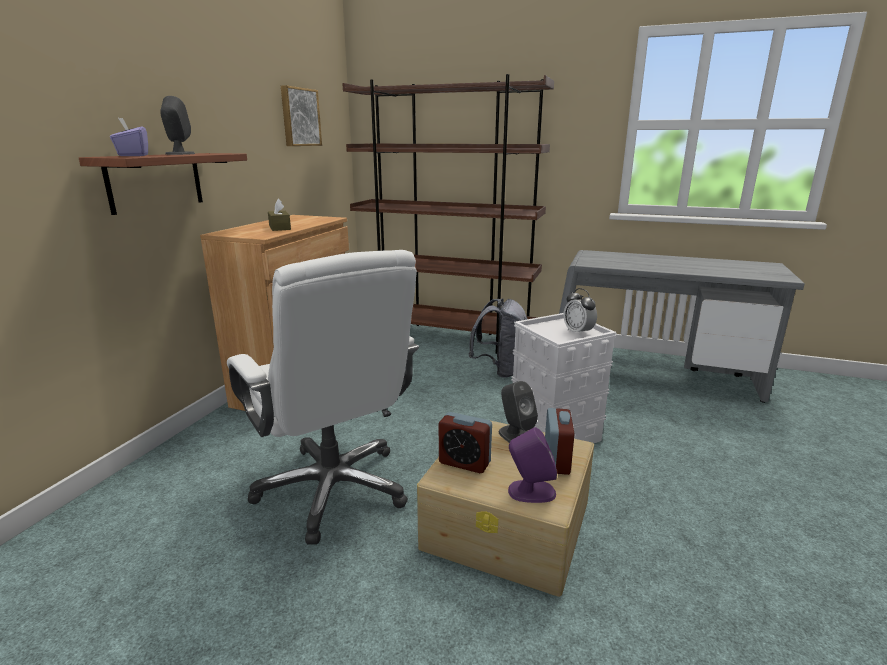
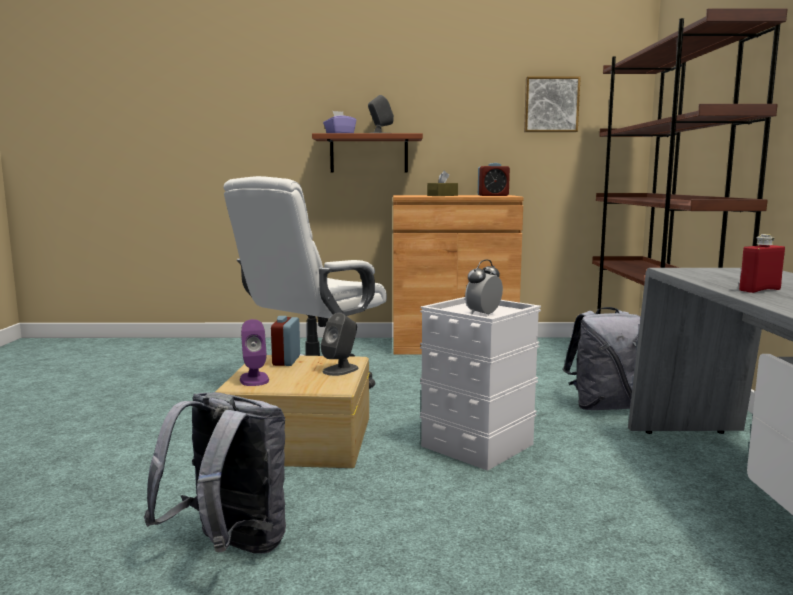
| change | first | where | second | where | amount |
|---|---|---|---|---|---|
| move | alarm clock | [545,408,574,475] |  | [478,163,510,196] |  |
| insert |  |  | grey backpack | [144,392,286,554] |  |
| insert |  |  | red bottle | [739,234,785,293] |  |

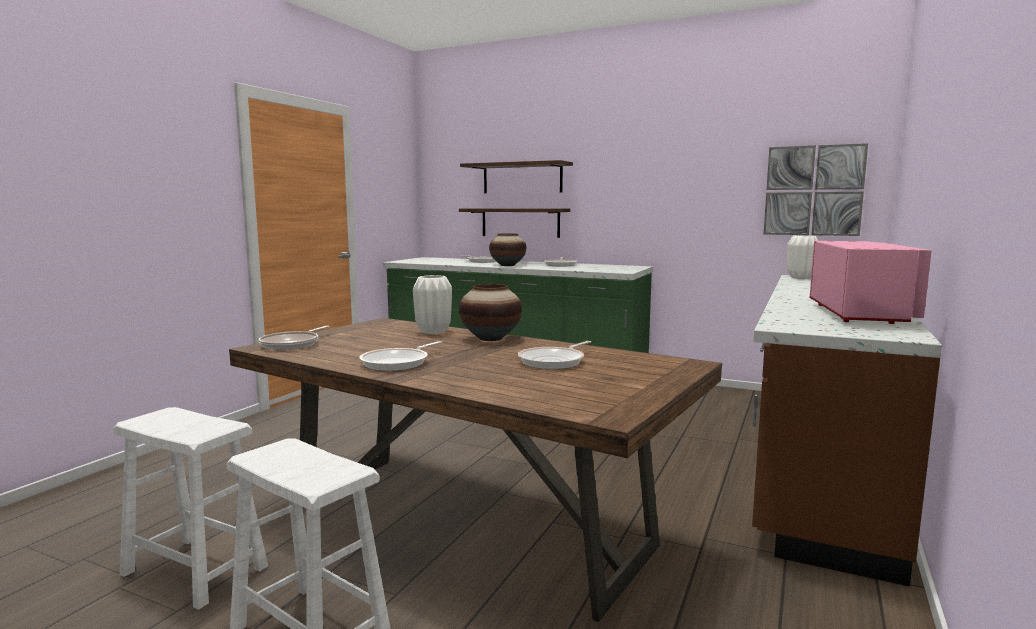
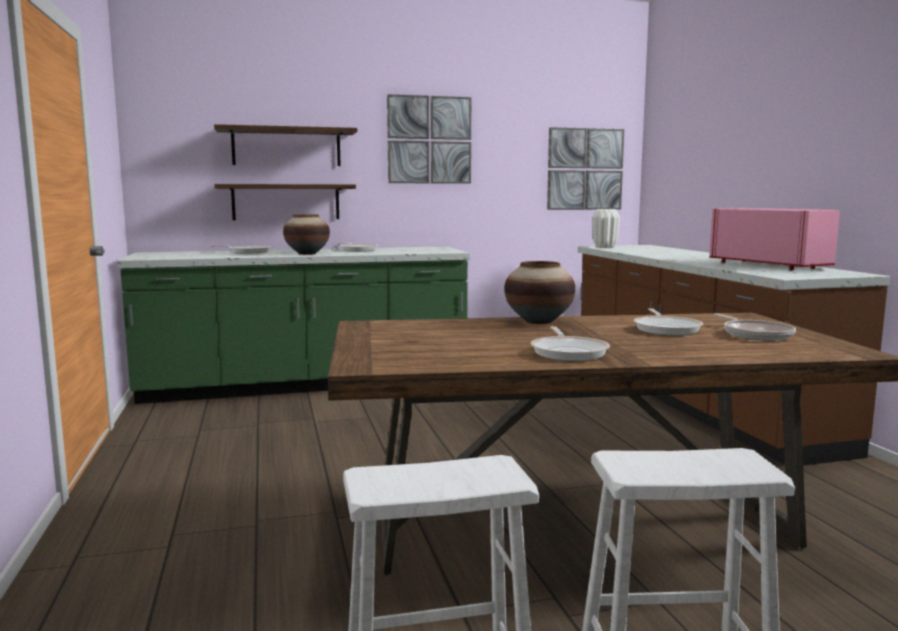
| change | first | where | second | where | amount |
|---|---|---|---|---|---|
| move | frying pan | [258,326,330,350] |  | [713,313,796,341] |  |
| delete | white vase | [413,275,452,334] |  |  |  |
| insert |  |  | picture | [387,94,471,184] |  |

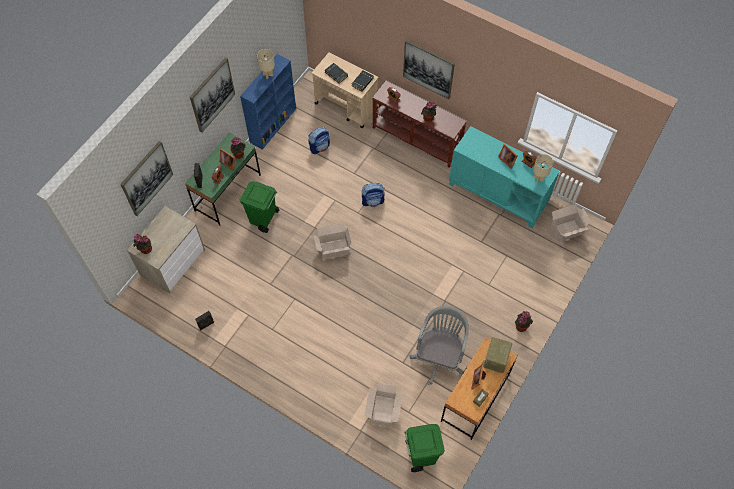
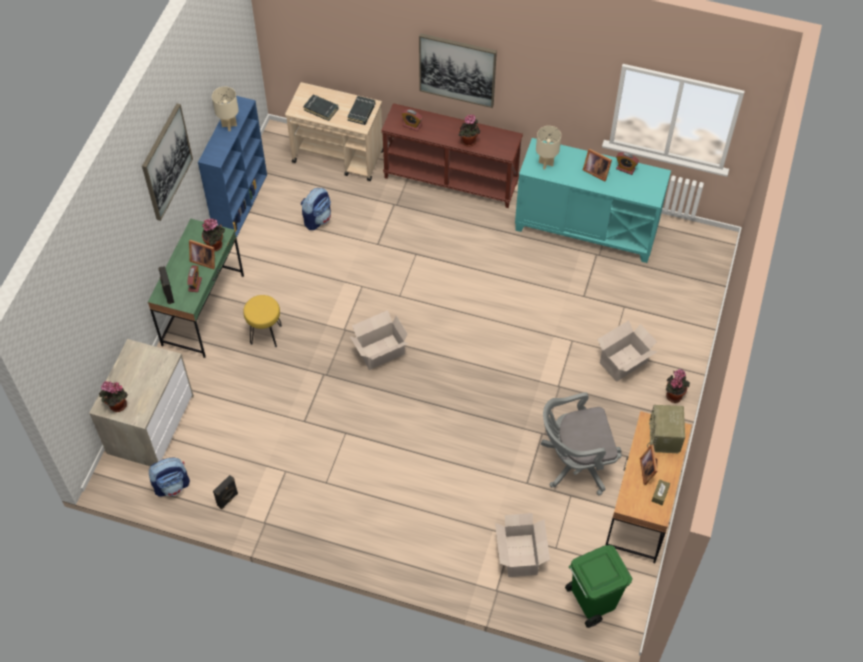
| change | first | where | second | where | amount |
|---|---|---|---|---|---|
| delete | picture | [120,141,173,216] |  |  |  |
| replace | green trash can | [240,181,279,233] | yellow stool | [243,295,282,347] |  |
| move | backpack | [362,183,385,207] |  | [149,457,190,497] |  |
| rotate | grey office chair | [409,306,469,385] |  | [541,392,622,495] | 105 degrees counterclockwise |
| move | beige table lamp | [533,154,553,182] |  | [536,126,561,169] |  |
| move | cardboard box | [550,204,591,242] |  | [597,320,658,382] |  |

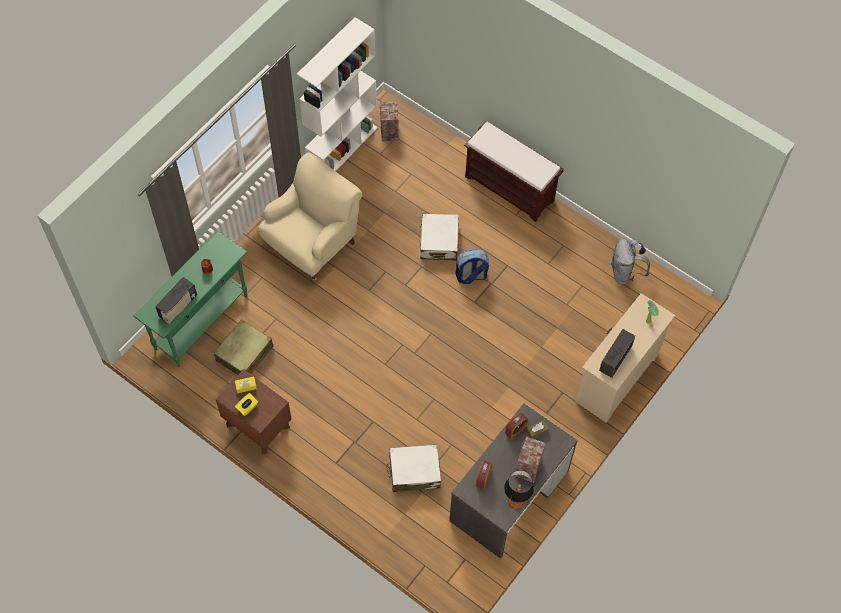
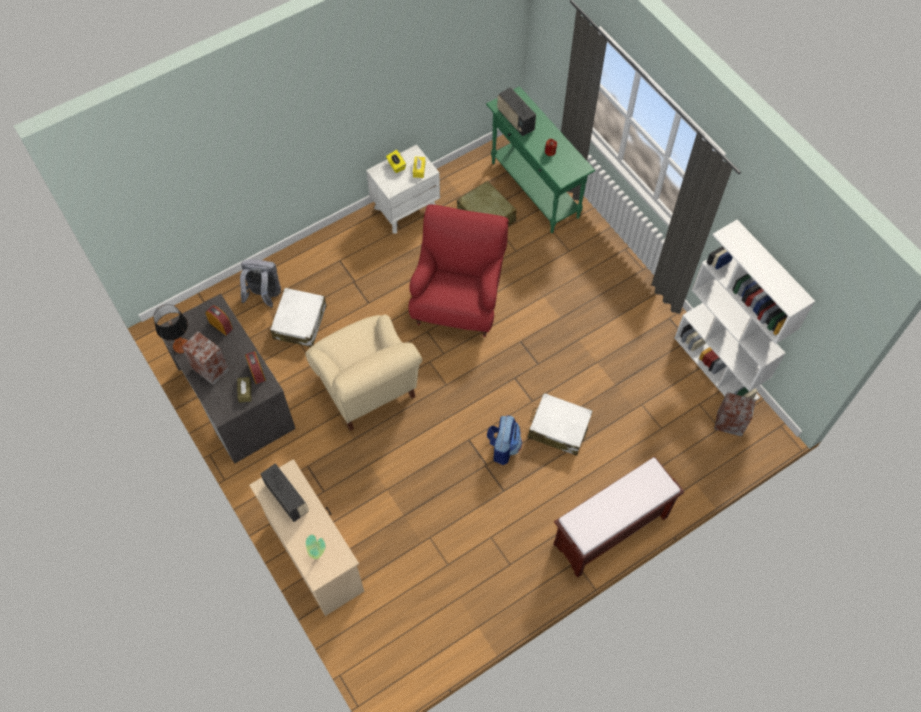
| change | first | where | second | where | amount |
|---|---|---|---|---|---|
| recolor | brown nightstand | [216,369,292,454] | white nightstand | [366,144,440,234] |  |
| move | beige armchair | [258,152,362,280] |  | [305,315,422,431] |  |
| move | grey backpack | [611,239,650,285] |  | [240,259,281,308] |  |
| insert |  |  | red armchair | [408,204,509,337] |  |

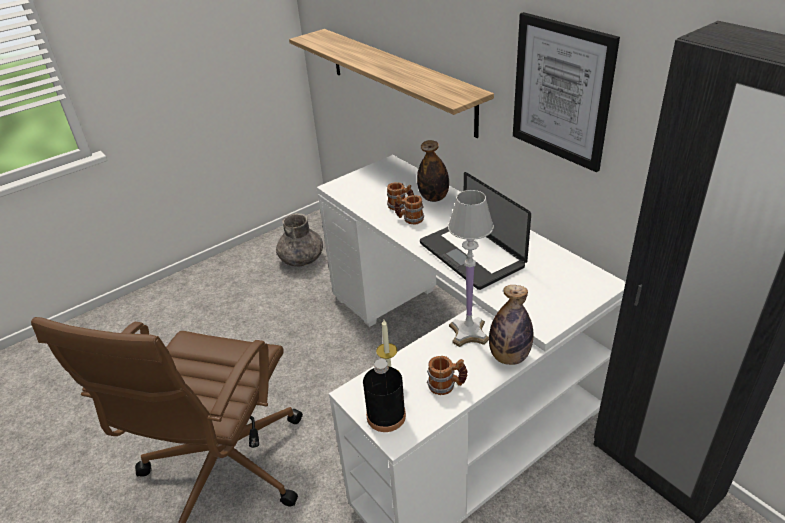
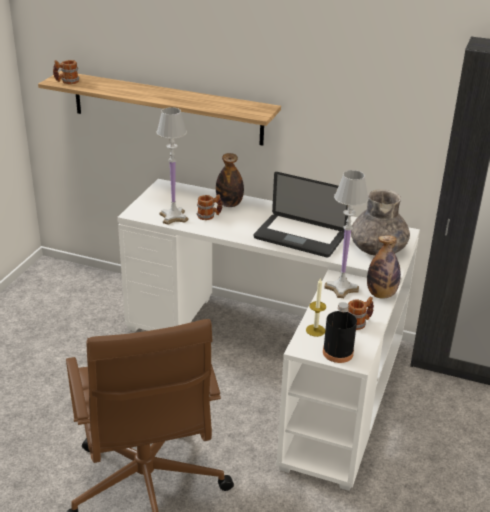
| change | first | where | second | where | amount |
|---|---|---|---|---|---|
| move | grey vase | [276,213,323,266] |  | [351,189,410,256] |  |
| move | mug | [394,195,424,225] |  | [53,60,79,84] |  |
| delete | picture | [513,12,620,172] |  |  |  |
| insert |  |  | white table lamp | [156,107,189,225] |  |

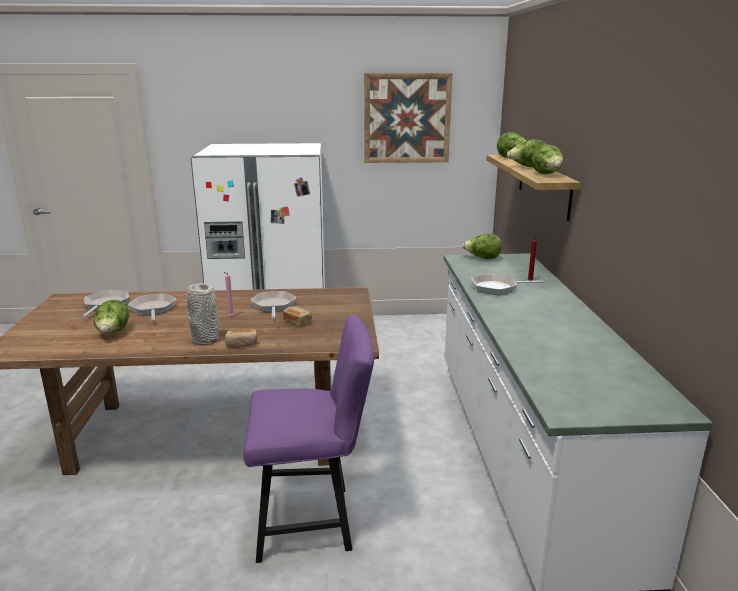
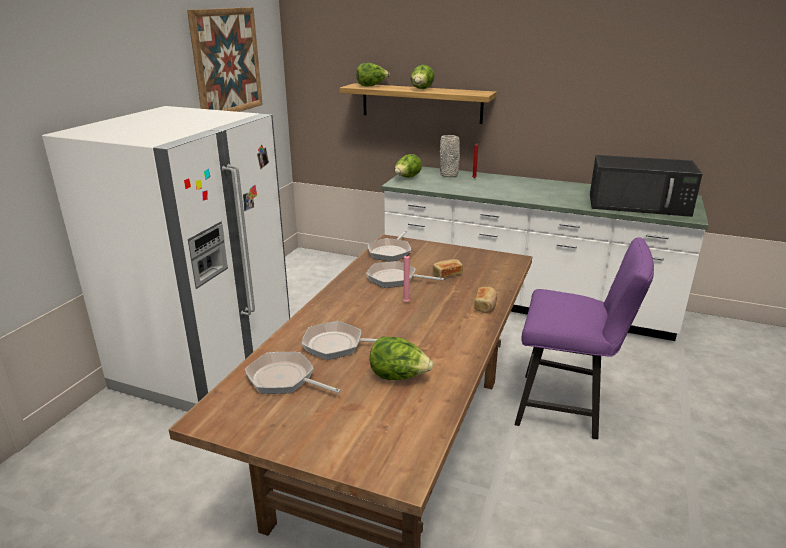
| change | first | where | second | where | amount |
|---|---|---|---|---|---|
| move | grey vase | [187,283,219,345] |  | [440,135,460,177] |  |
| rotate | purple chair | [243,314,374,563] |  | [515,237,654,439] | 90 degrees clockwise |
| move | frying pan | [471,274,543,295] |  | [368,231,411,261] |  |
| delete | lettuce | [532,144,564,174] |  |  |  |
| insert |  |  | black microwave | [590,155,703,217] |  |

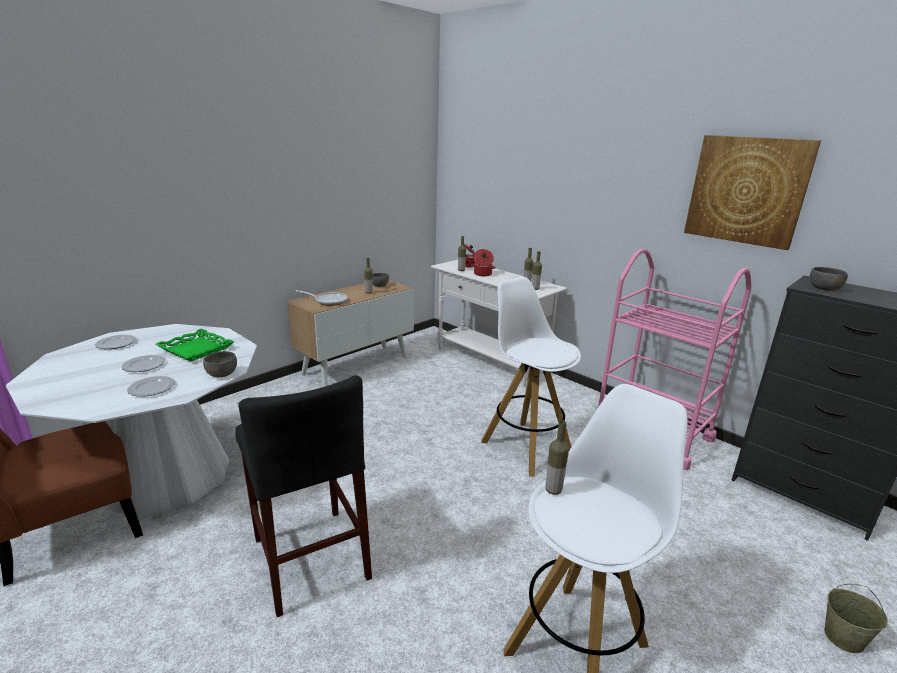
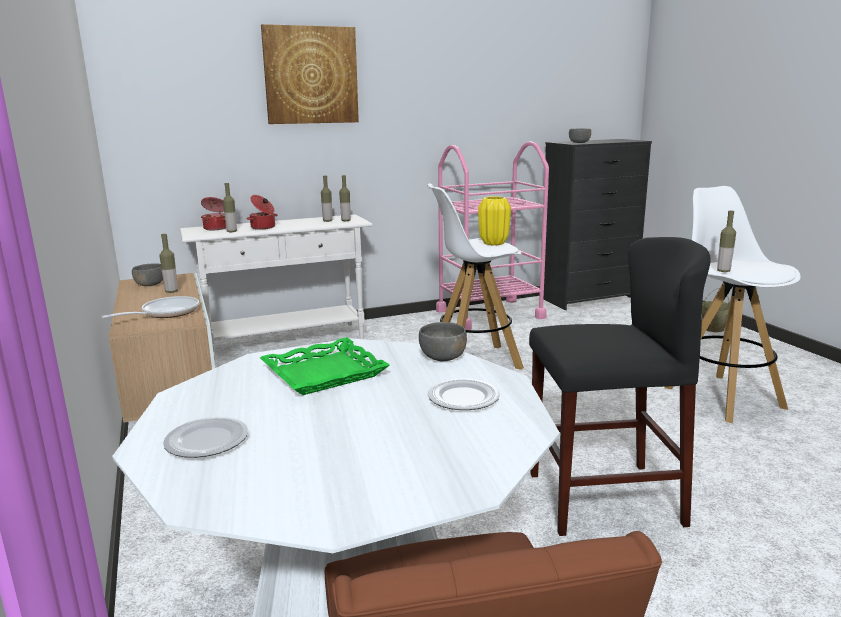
| change | first | where | second | where | amount |
|---|---|---|---|---|---|
| delete | plate | [122,355,166,372] |  |  |  |
| move | picture | [684,135,821,250] |  | [261,24,359,124] |  |
| insert |  |  | yellow vase | [478,196,511,245] |  |

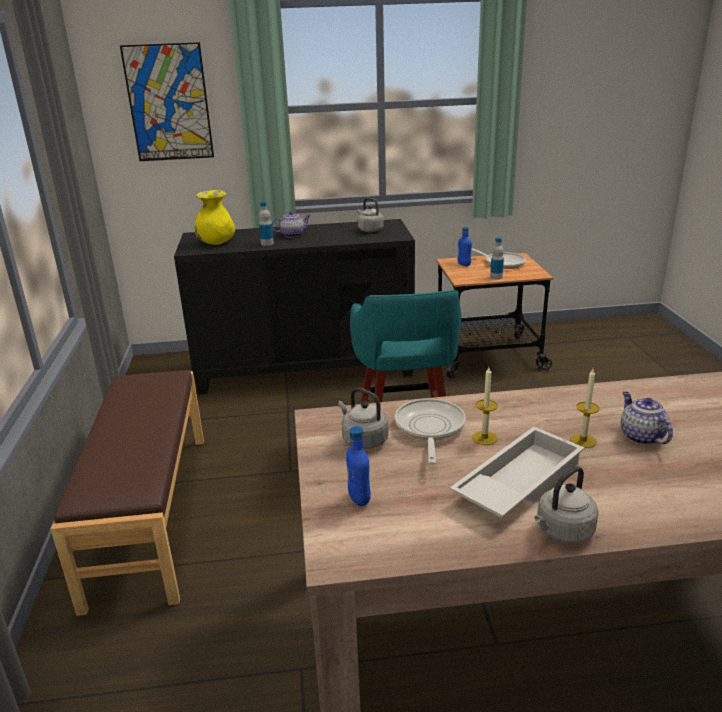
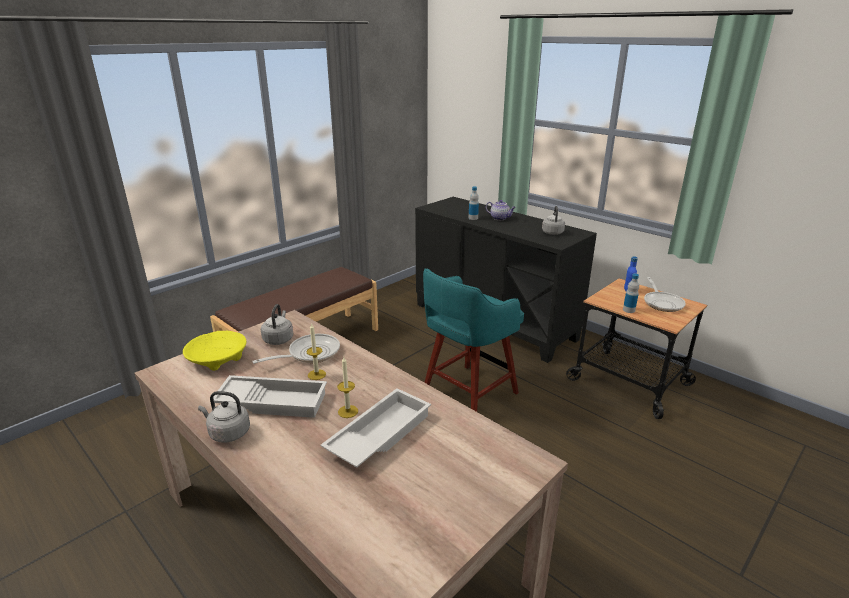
| change | first | where | second | where | amount |
|---|---|---|---|---|---|
| delete | picture | [120,42,214,161] |  |  |  |
| delete | yellow vase | [195,190,235,245] |  |  |  |
| replace | blue bottle | [346,426,371,506] | yellow bowl | [183,331,246,371] |  |
| replace | teapot | [621,392,673,445] | white tray | [320,388,431,468] |  |

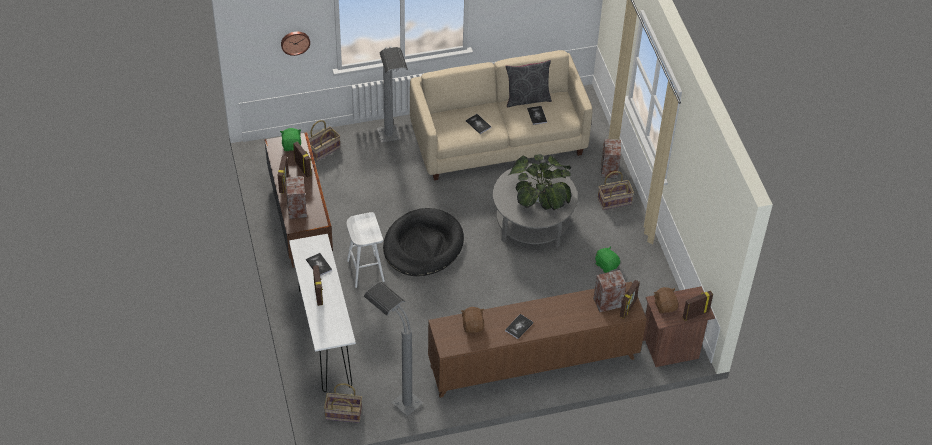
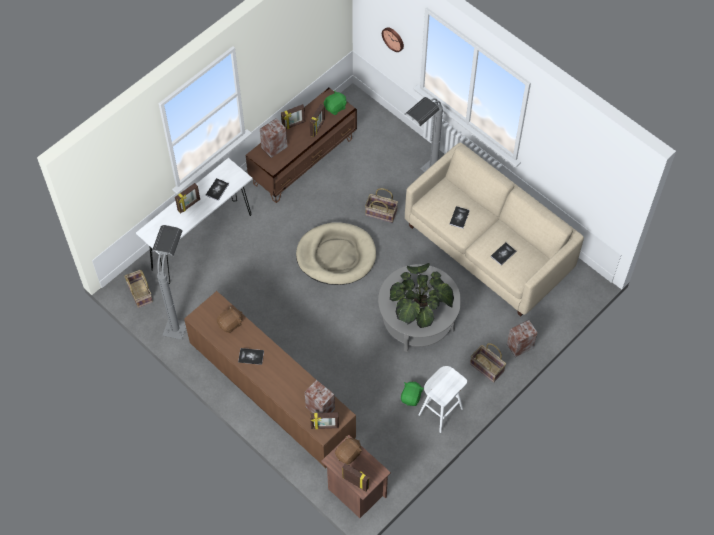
| change | first | where | second | where | amount |
|---|---|---|---|---|---|
| move | basket | [309,120,340,162] |  | [365,188,398,223] |  |
| move | white stool | [347,212,385,288] |  | [418,366,467,433] |  |
| recolor | black dog bed | [383,208,464,276] | beige dog bed | [296,223,376,285] |  |
| delete | grey pillow | [505,60,552,107] |  |  |  |

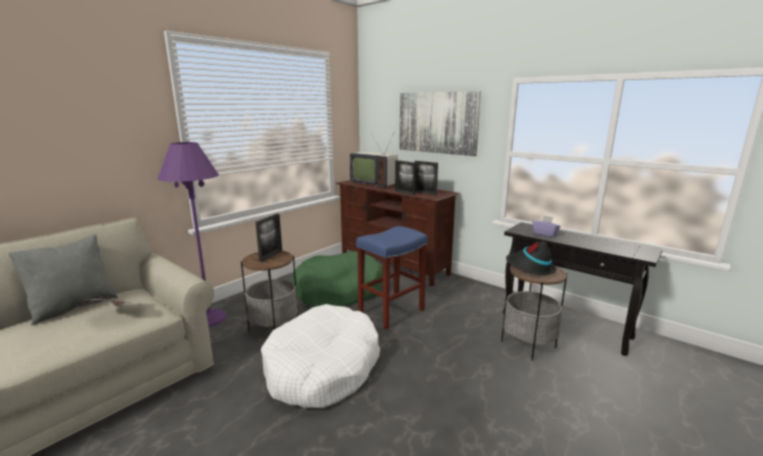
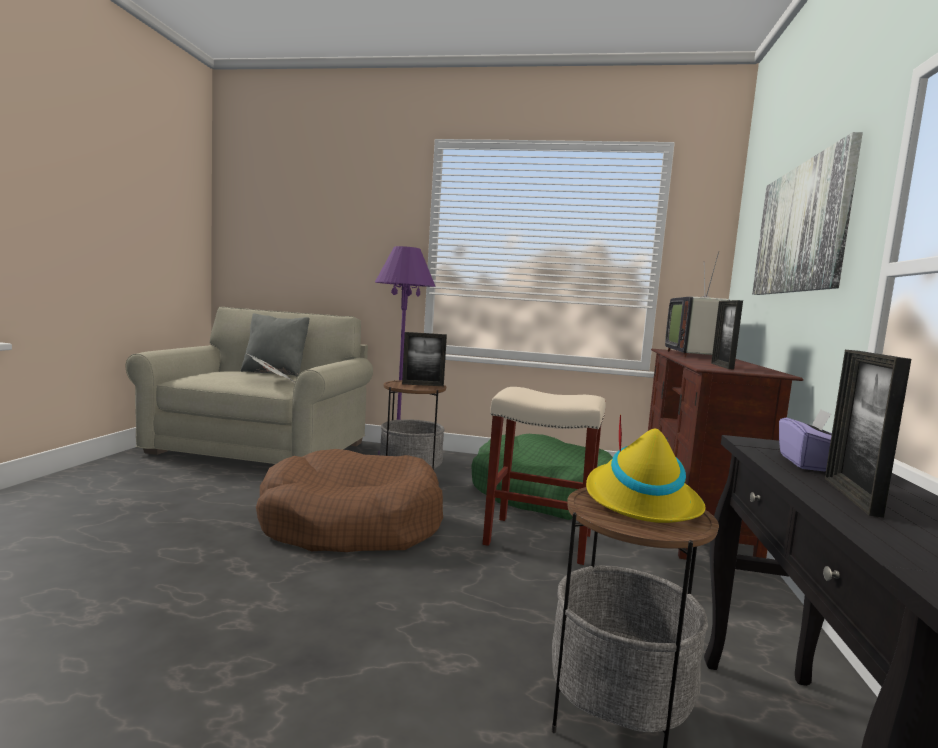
| change | first | where | second | where | amount |
|---|---|---|---|---|---|
| recolor | white dog bed | [261,304,380,408] | brown dog bed | [256,449,443,552] |  |
| recolor | blue stool | [356,226,428,329] | beige stool | [483,387,606,565] |  |
| move | picture frame | [395,160,416,195] |  | [825,350,911,518] |  |
| recolor | black hat | [506,241,556,275] | yellow hat | [586,414,706,523] |  |

